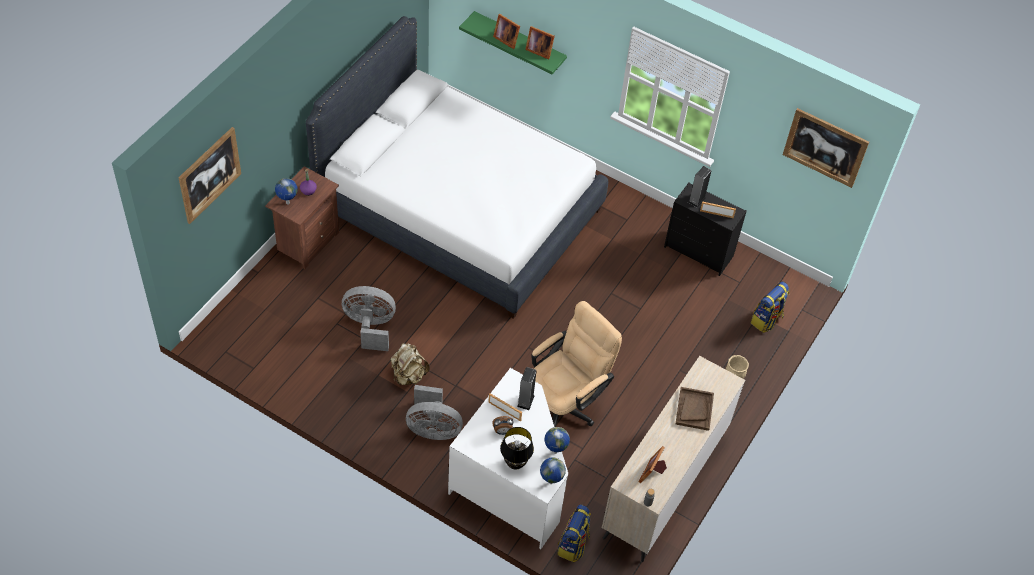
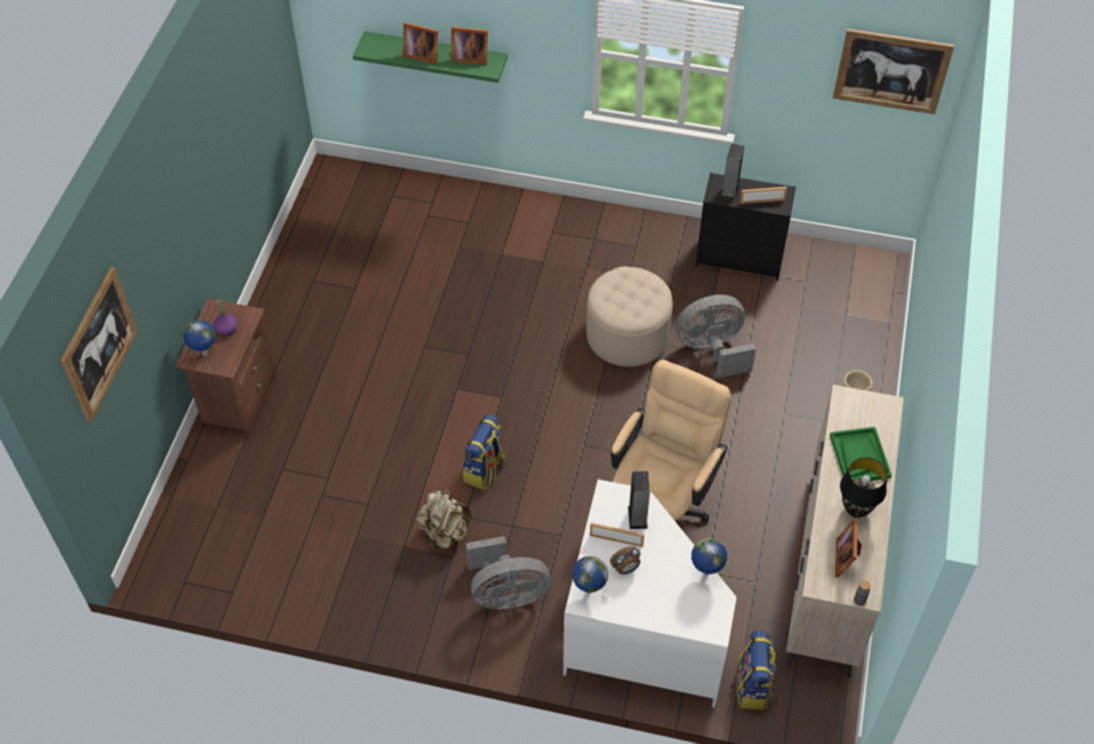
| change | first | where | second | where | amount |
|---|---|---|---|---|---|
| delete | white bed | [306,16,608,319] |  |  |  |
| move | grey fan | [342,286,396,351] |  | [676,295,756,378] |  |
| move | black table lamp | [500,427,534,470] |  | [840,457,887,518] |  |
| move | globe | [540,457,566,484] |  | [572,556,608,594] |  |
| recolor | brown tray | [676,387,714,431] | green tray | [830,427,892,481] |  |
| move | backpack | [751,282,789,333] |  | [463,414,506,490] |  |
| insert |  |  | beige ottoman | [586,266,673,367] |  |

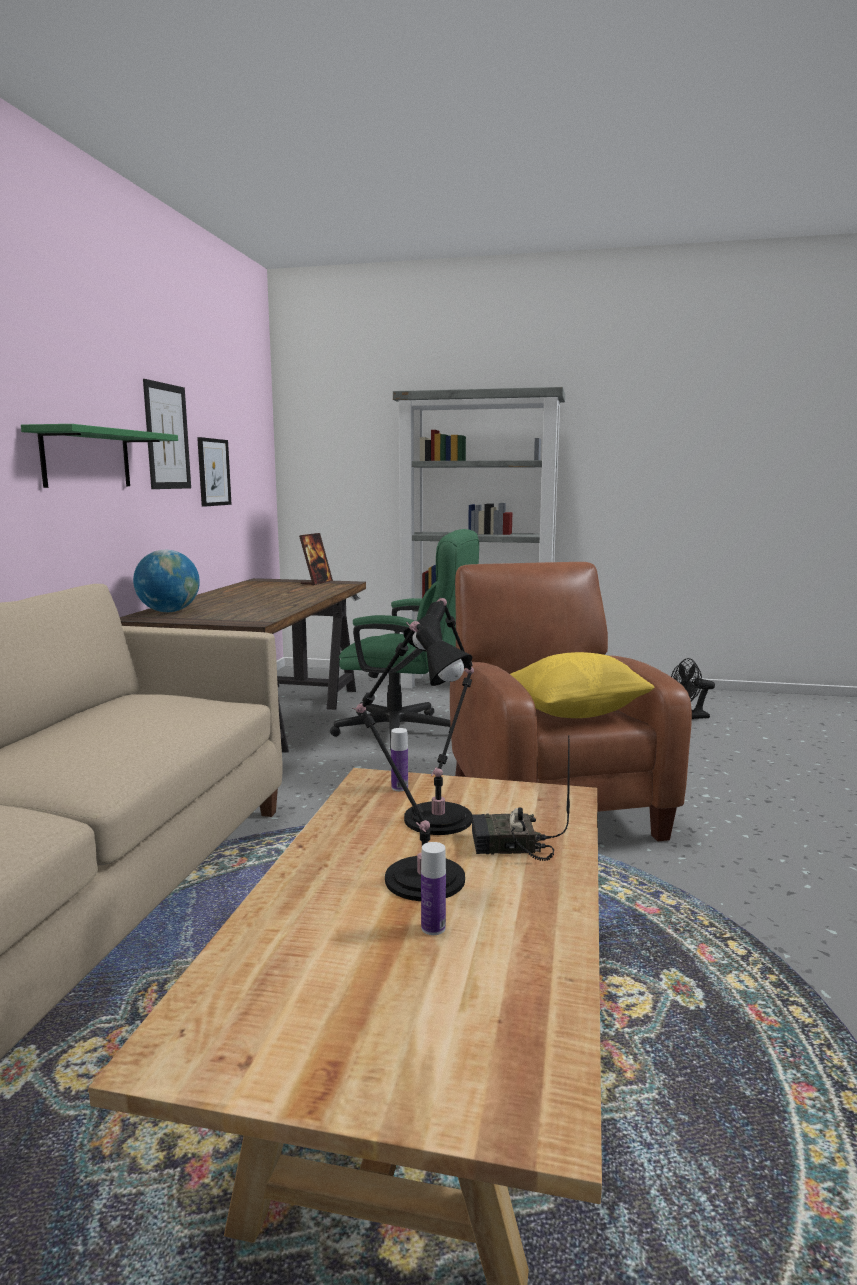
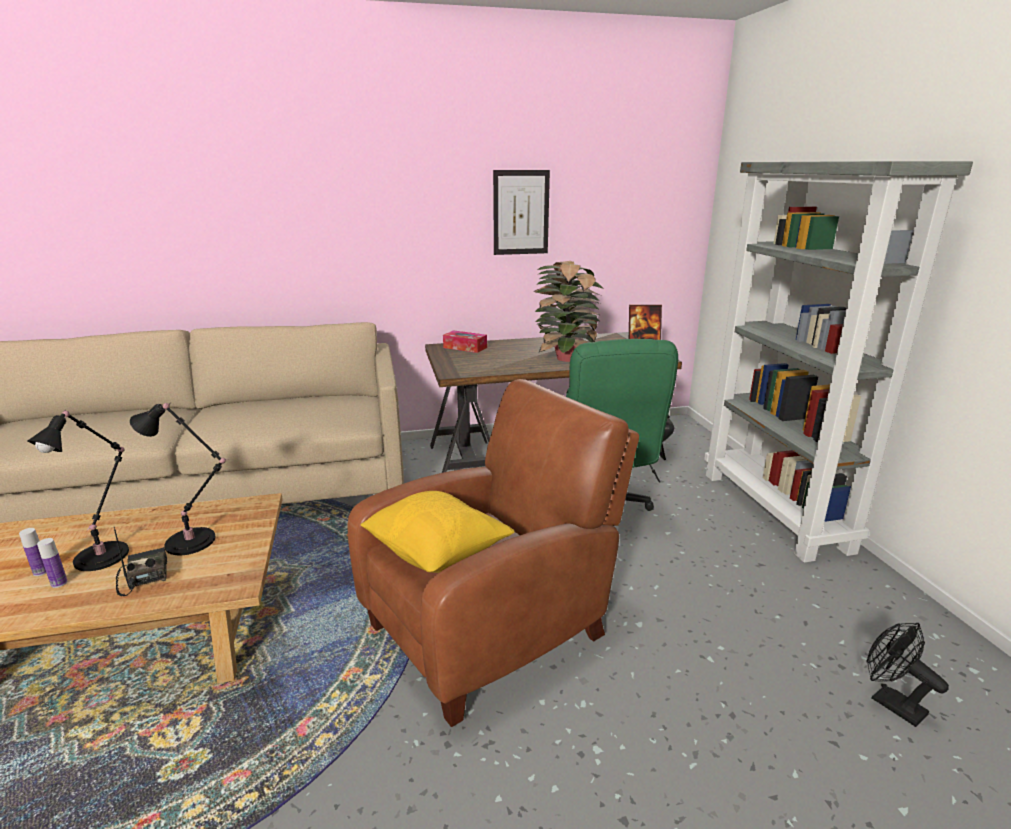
| change | first | where | second | where | amount |
|---|---|---|---|---|---|
| delete | green shelf | [21,424,178,488] |  |  |  |
| replace | globe | [133,550,200,612] | tissue box | [443,330,487,353] |  |
| delete | picture | [197,437,232,507] |  |  |  |
| move | bottle | [391,728,408,791] |  | [37,538,68,588] |  |
| insert |  |  | potted plant | [534,261,604,362] |  |

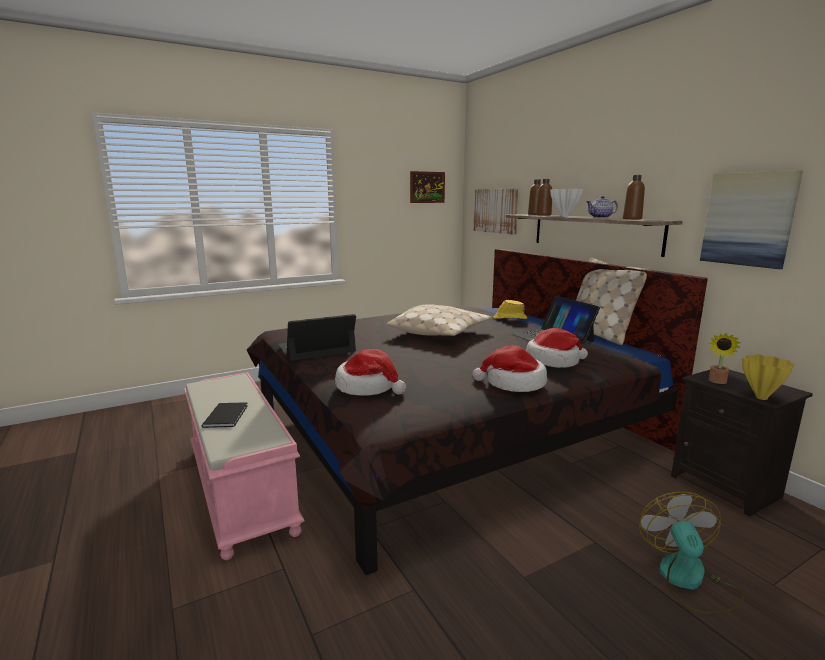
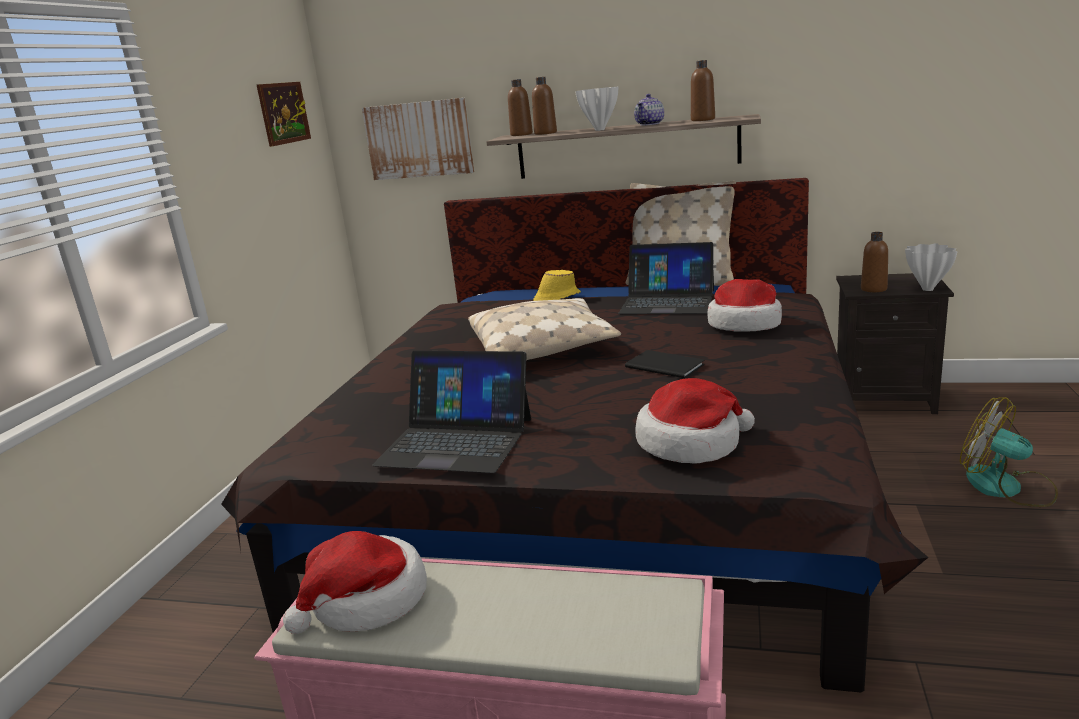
| change | first | where | second | where | amount |
|---|---|---|---|---|---|
| move | black book | [201,402,248,428] |  | [625,350,705,378] |  |
| rotate | laptop | [278,314,356,361] |  | [372,351,531,473] | 90 degrees counterclockwise |
| move | hat | [472,346,547,392] |  | [283,531,427,634] |  |
| delete | picture | [700,170,803,269] |  |  |  |
| replace | potted plant | [708,333,741,384] | brown bottle | [861,232,888,292] |  |
| recolor | yellow vase | [742,354,794,400] | white vase | [905,243,957,291] |  |

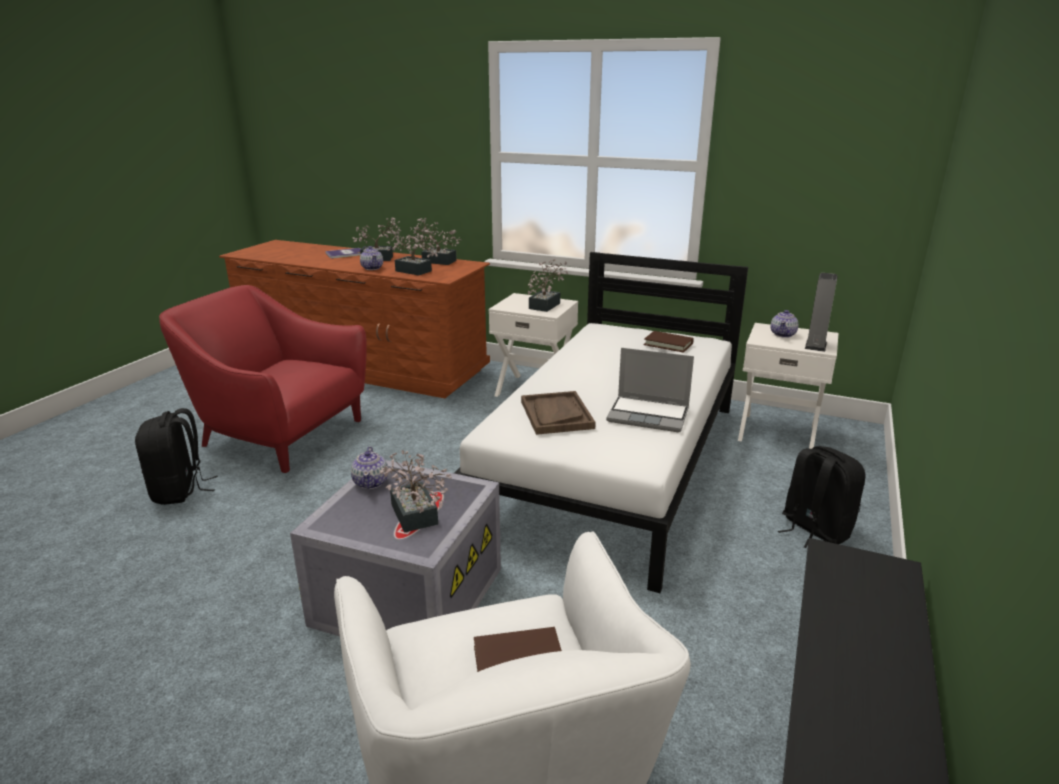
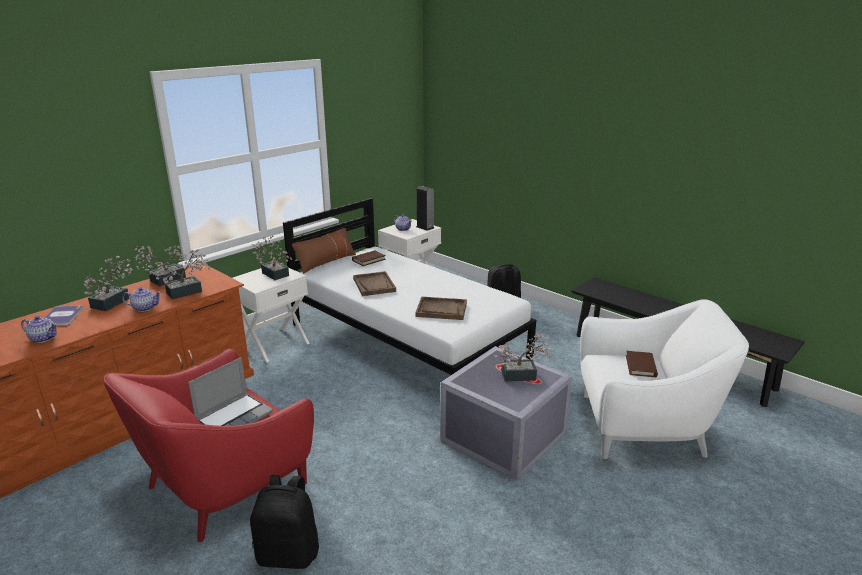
| change | first | where | second | where | amount |
|---|---|---|---|---|---|
| move | teapot | [351,447,388,489] |  | [21,316,58,343] |  |
| move | laptop | [606,348,694,432] |  | [188,357,273,426] |  |
| insert |  |  | brown pillow | [292,228,356,274] |  |
| insert |  |  | brown tray | [353,271,396,296] |  |

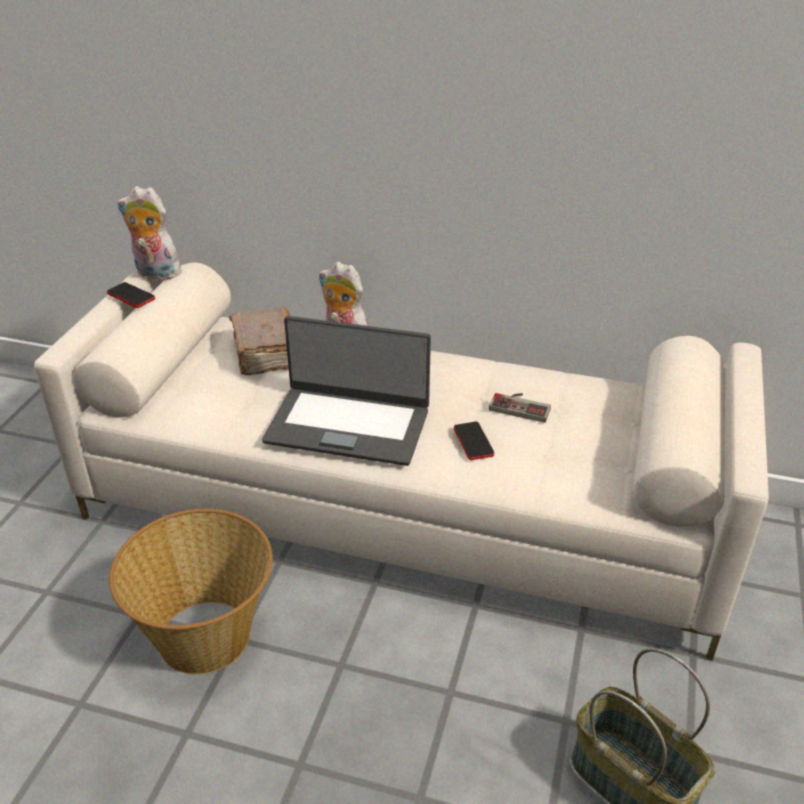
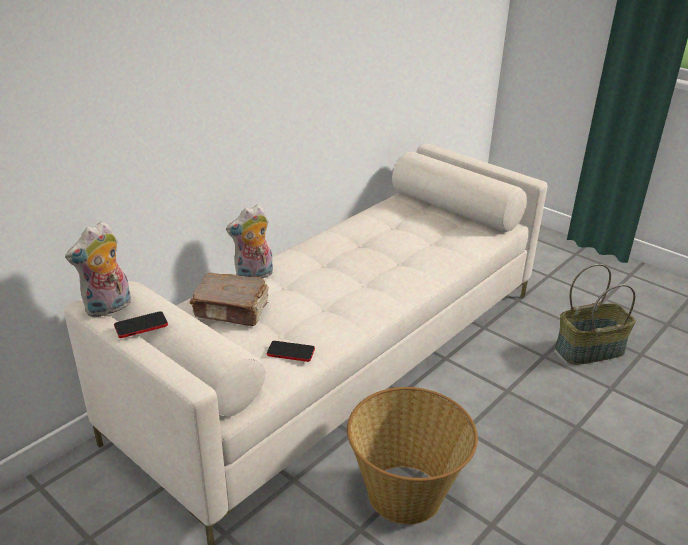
| change | first | where | second | where | amount |
|---|---|---|---|---|---|
| delete | laptop | [262,316,431,466] |  |  |  |
| move | phone | [454,422,494,460] |  | [267,341,315,362] |  |
| delete | game controller | [489,393,551,423] |  |  |  |

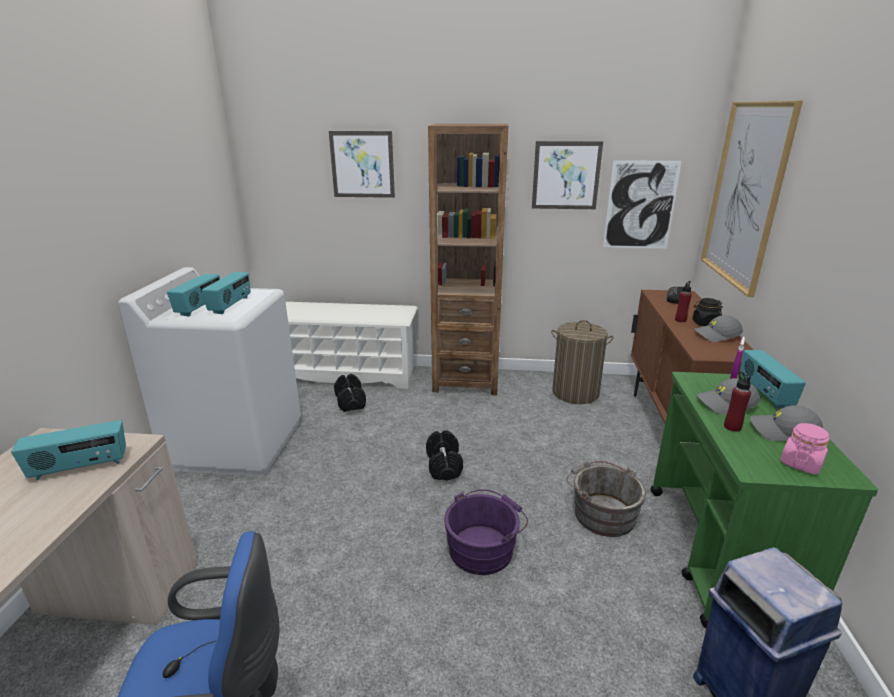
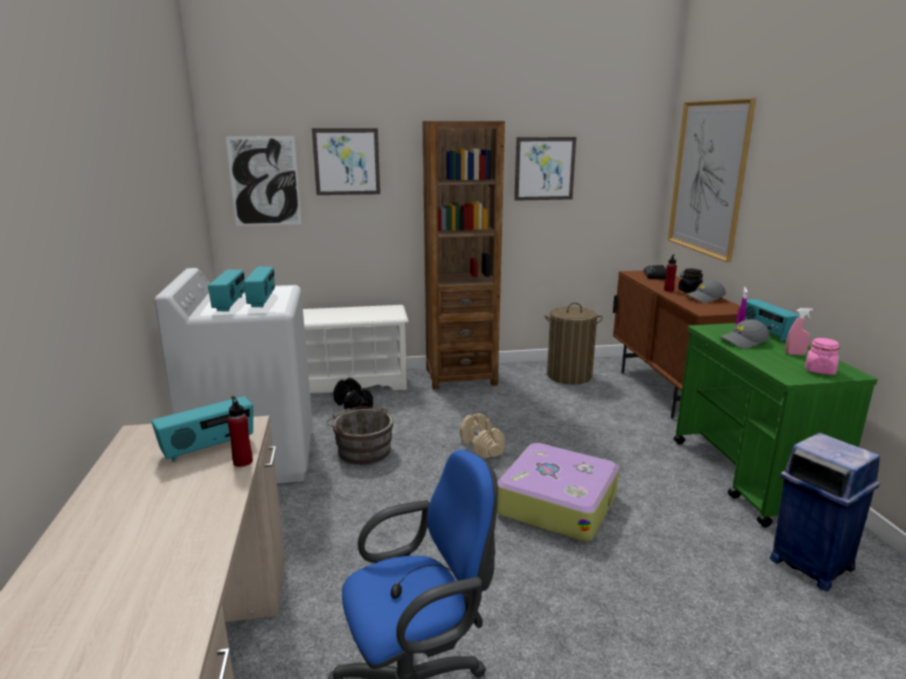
| change | first | where | second | where | amount |
|---|---|---|---|---|---|
| recolor | black dumbbell | [426,430,463,481] | beige dumbbell | [460,413,505,458] |  |
| replace | purple bucket | [444,489,528,575] | suitcase | [497,443,619,542] |  |
| move | grey bucket | [566,461,646,537] |  | [326,406,393,464] |  |
| move | picture | [603,160,681,249] |  | [226,136,301,226] |  |
| move | red bottle | [724,372,751,432] |  | [227,396,253,467] |  |
| replace | grey cap | [750,405,824,441] | pink spray bottle | [786,308,813,355] |  |

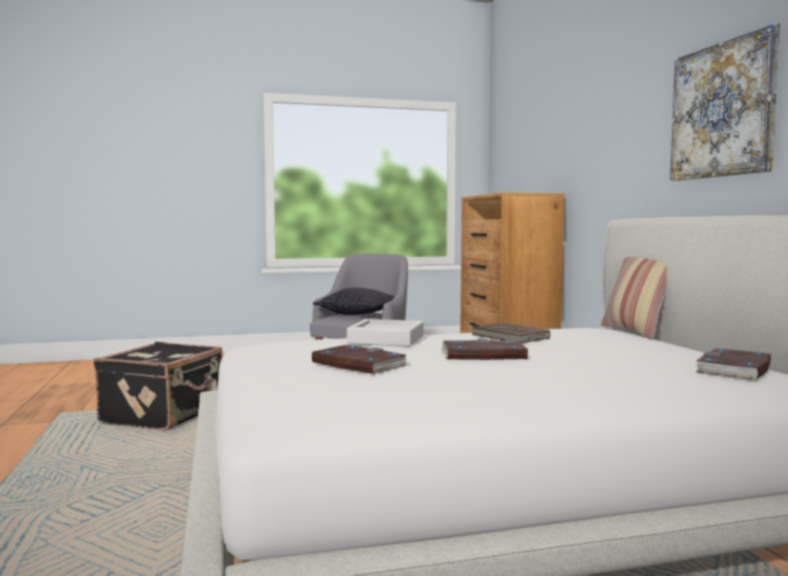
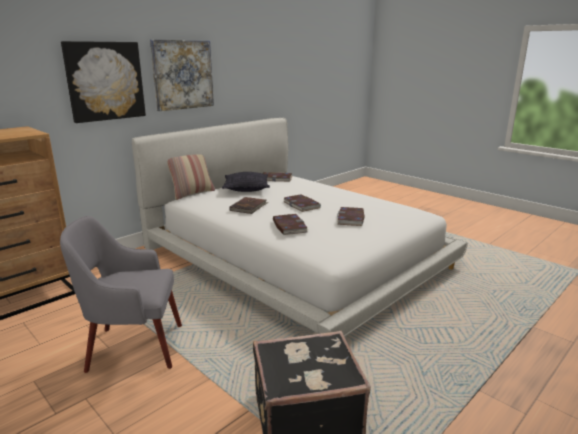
| change | first | where | second | where | amount |
|---|---|---|---|---|---|
| move | pillow | [313,288,395,315] |  | [222,172,270,192] |  |
| replace | grey tray | [347,319,424,347] | book | [273,214,308,235] |  |
| insert |  |  | picture | [61,41,146,123] |  |

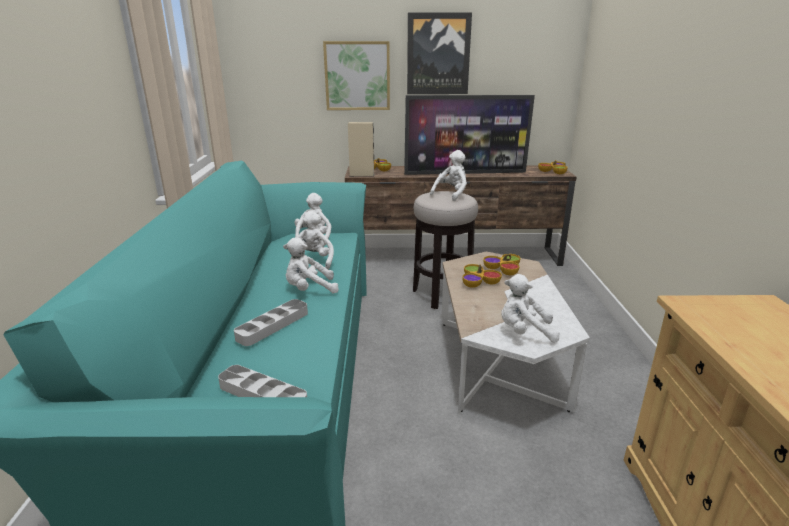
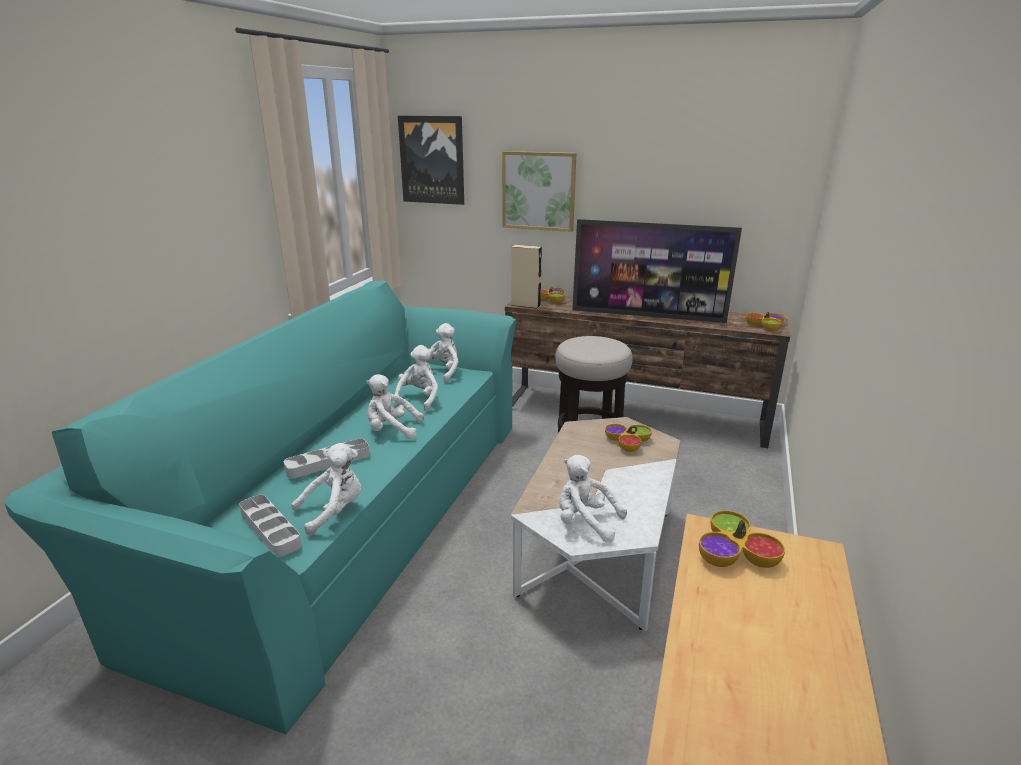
| change | first | where | second | where | amount |
|---|---|---|---|---|---|
| move | picture | [407,12,472,94] |  | [398,116,464,205] |  |
| move | white plush toy | [430,150,467,201] |  | [291,443,361,535] |  |
| move | bowl | [462,264,502,288] |  | [699,510,785,568] |  |

